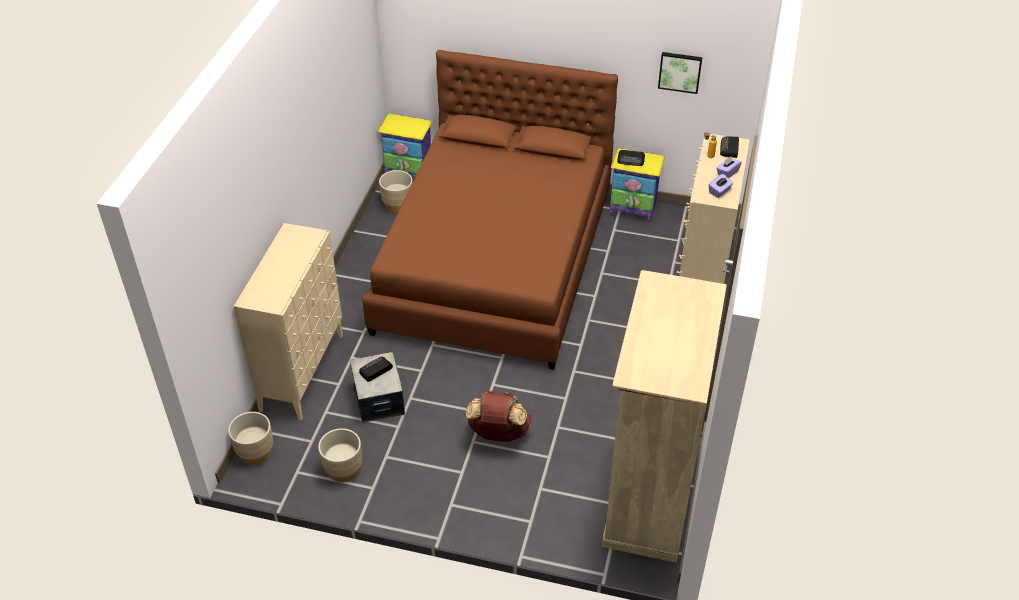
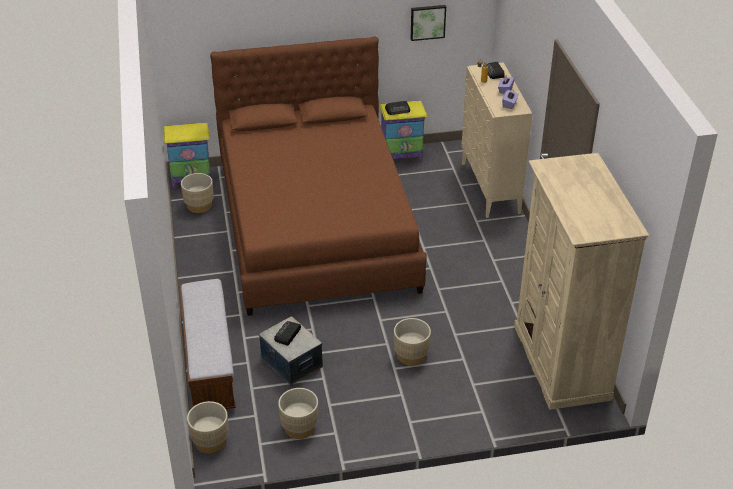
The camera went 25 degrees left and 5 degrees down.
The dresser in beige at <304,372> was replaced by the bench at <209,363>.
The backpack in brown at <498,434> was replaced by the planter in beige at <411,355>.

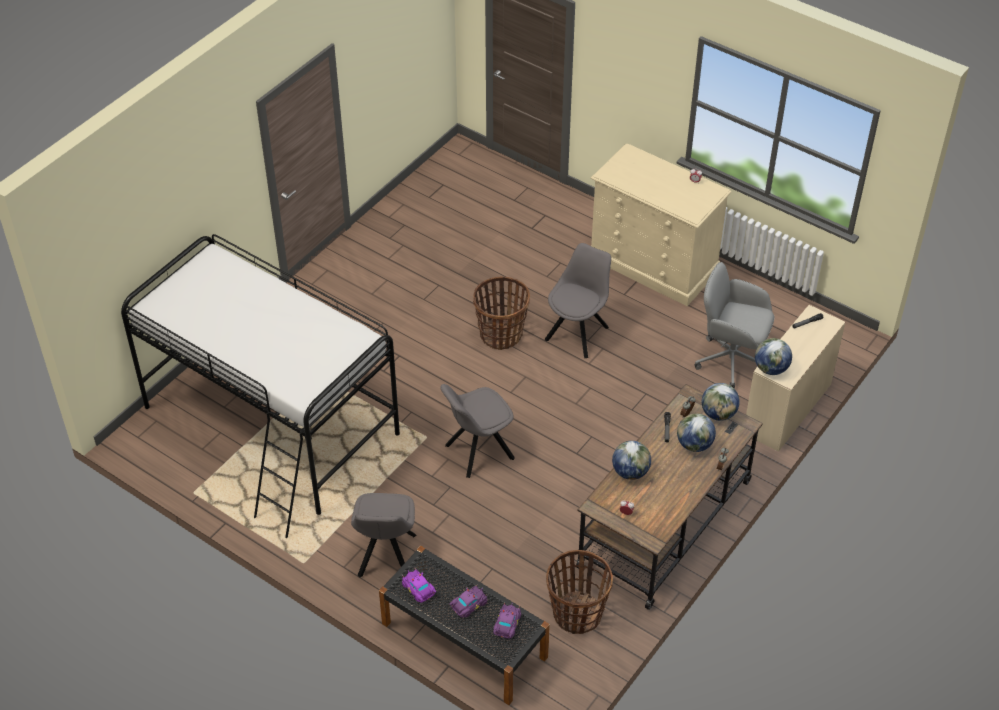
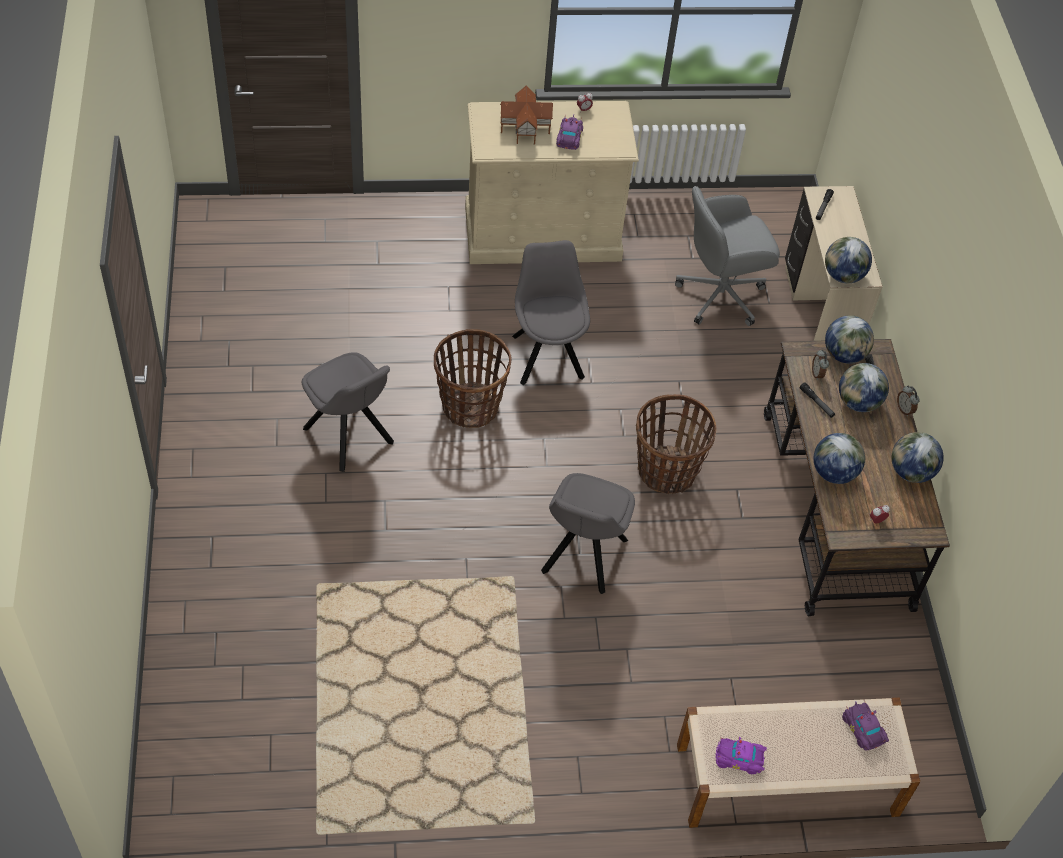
The camera went 45 degrees left and 5 degrees up.
The chair in grey moved from <386,556> to <349,436>.
The toy house at <524,128> appeared.
The toy car in purple moved from <468,605> to <568,138>.
The basket moved from <576,614> to <666,472>.
The bench in black at <463,641> became the bench in beige at <787,781>.
The globe at <910,472> appeared.
The bed in black at <272,423> disappeared.

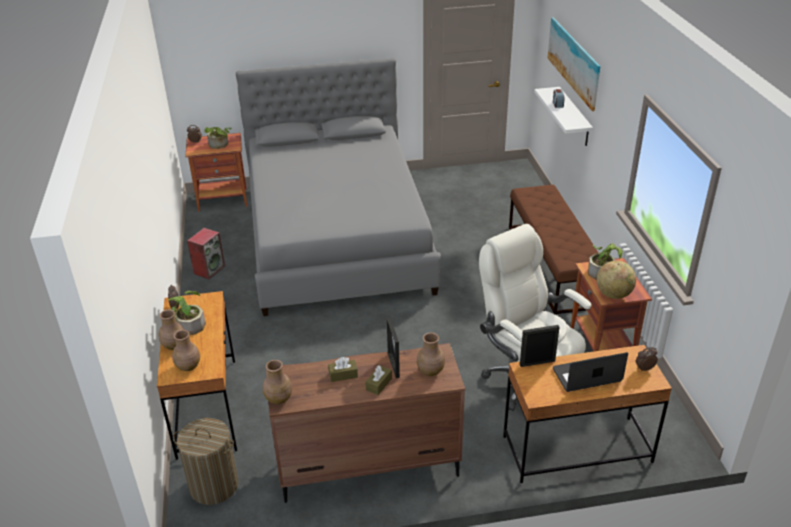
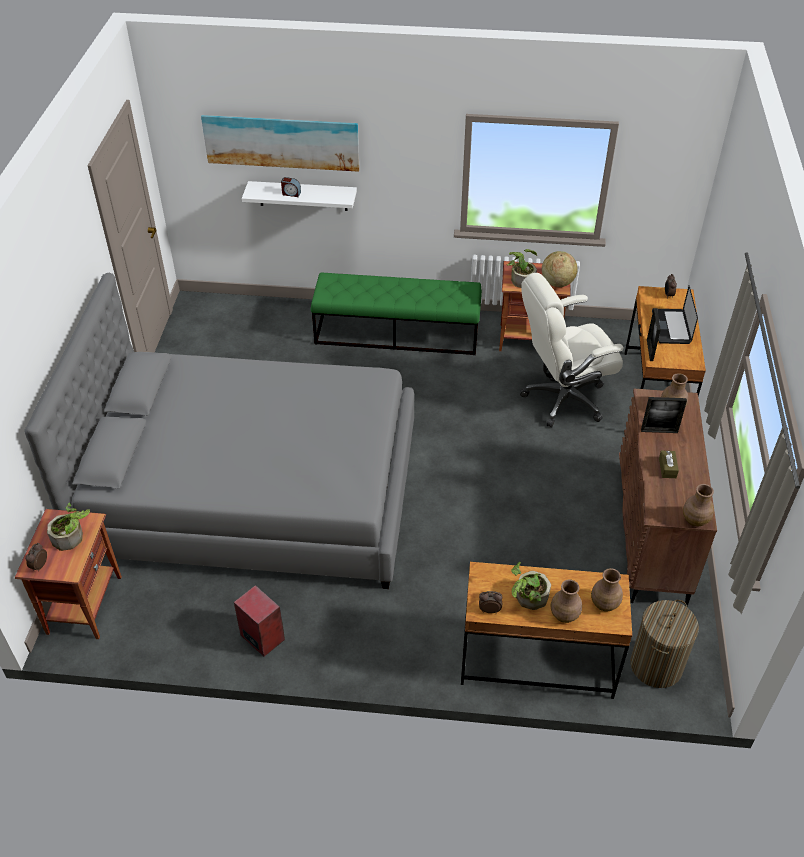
The camera went 75 degrees left and 10 degrees up.
The bench in brown at <552,265> became the bench in green at <397,333>.
The tissue box in brown at <379,384> disappeared.

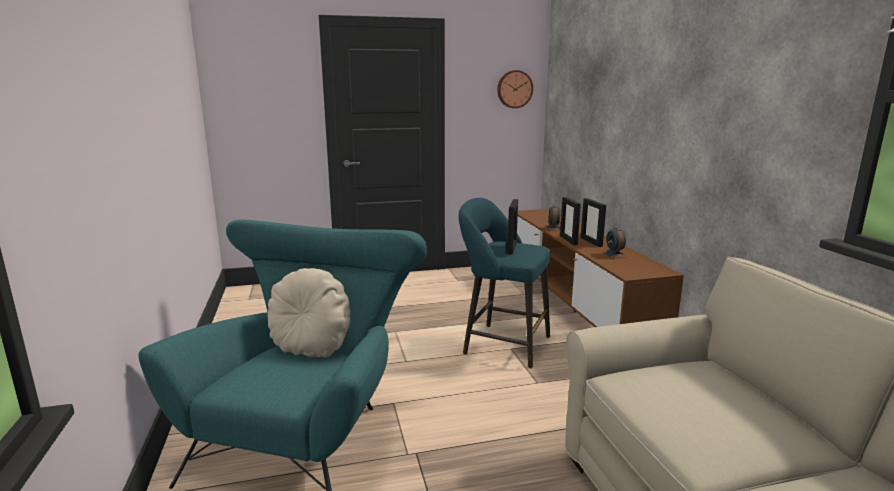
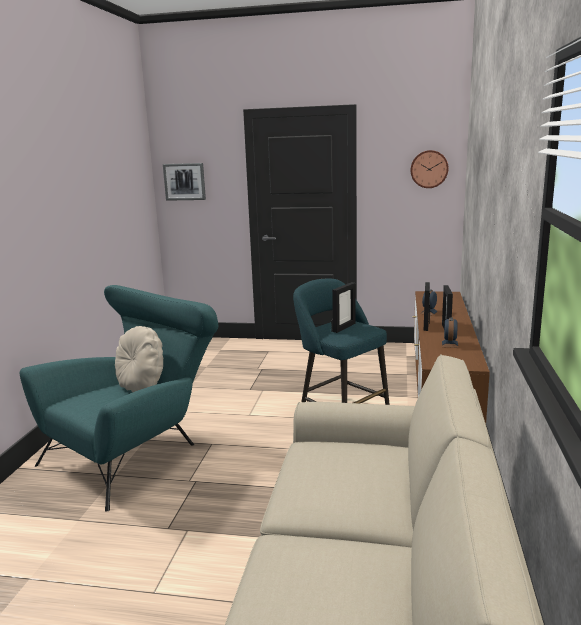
The camera went 25 degrees right and 0 degrees up.
The picture at <184,181> appeared.

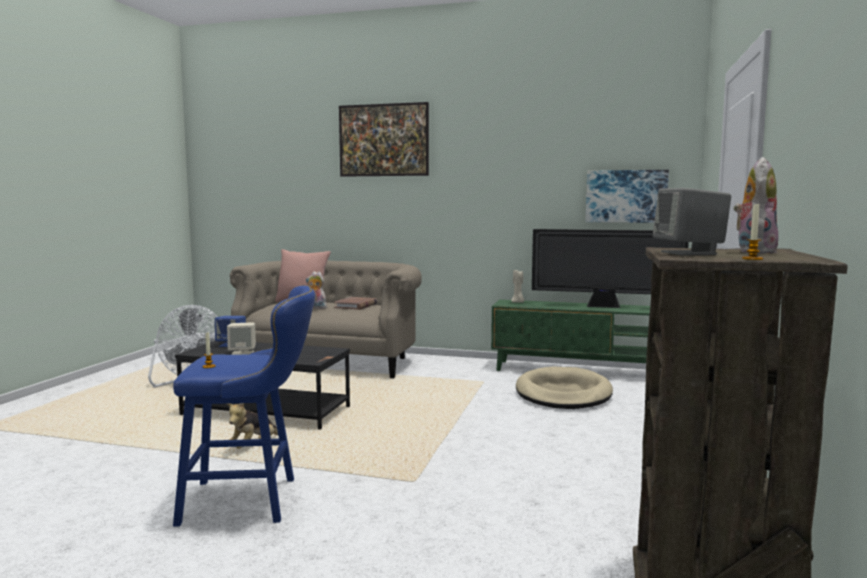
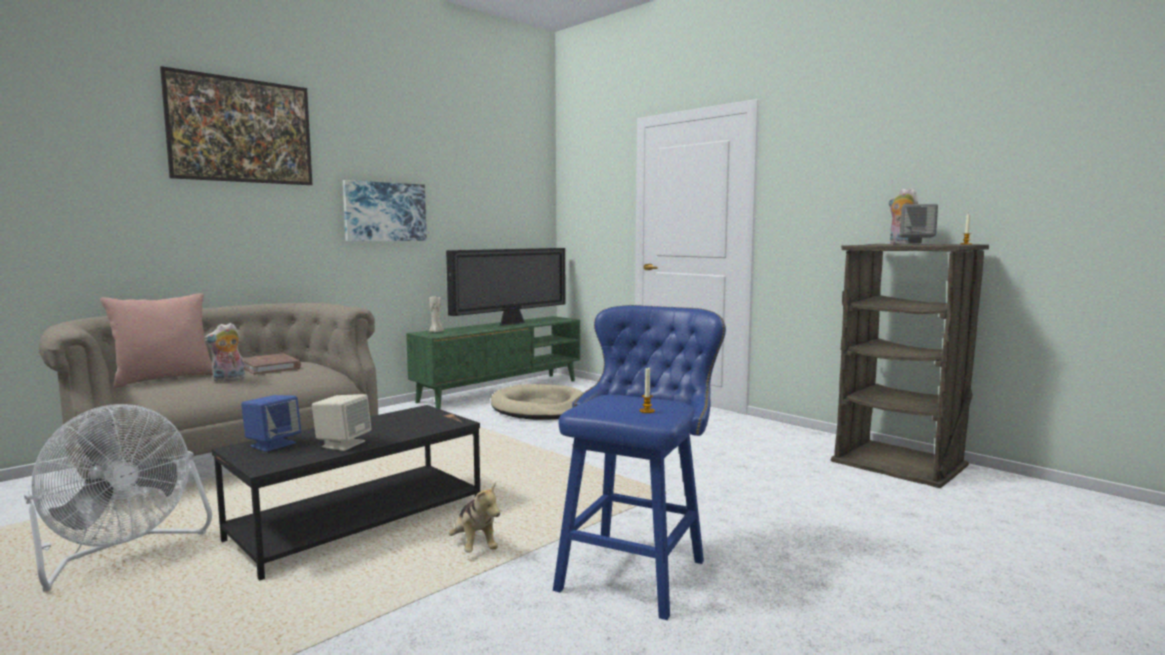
The camera went 60 degrees left and 0 degrees up.
The picture moved from <626,196> to <384,212>.

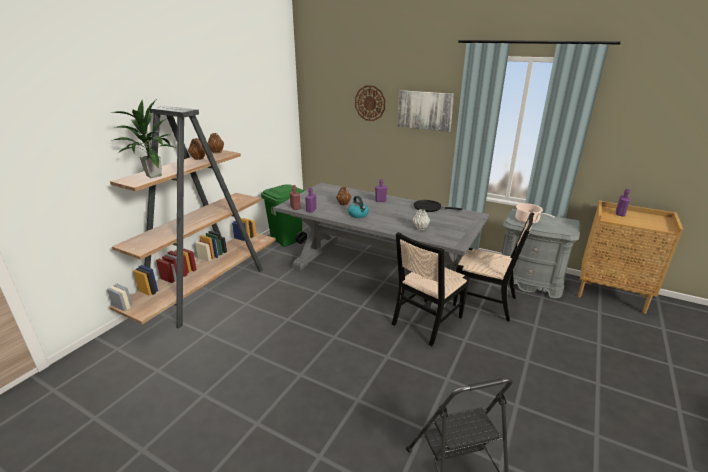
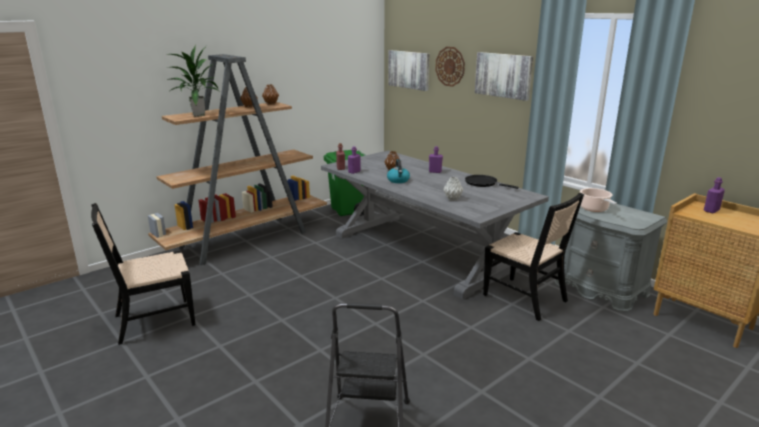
The camera went 20 degrees right and 5 degrees down.
The chair moved from <427,321> to <154,321>.
The picture at <409,69> appeared.

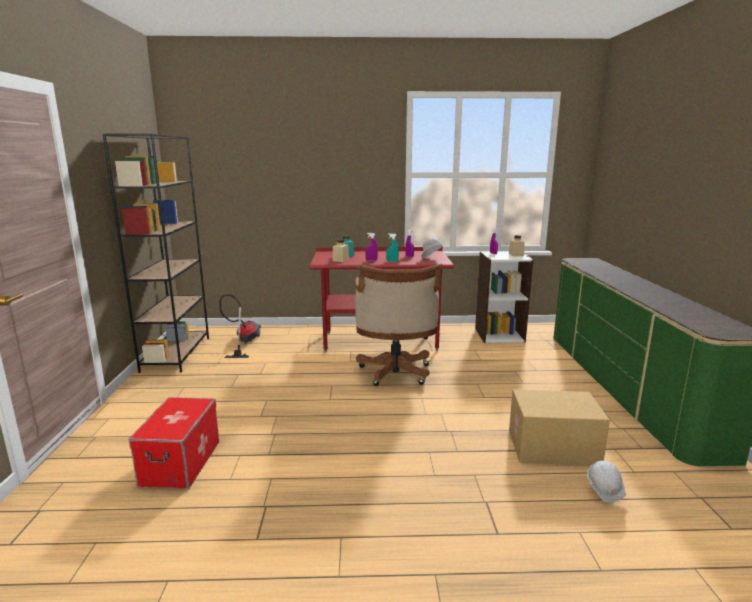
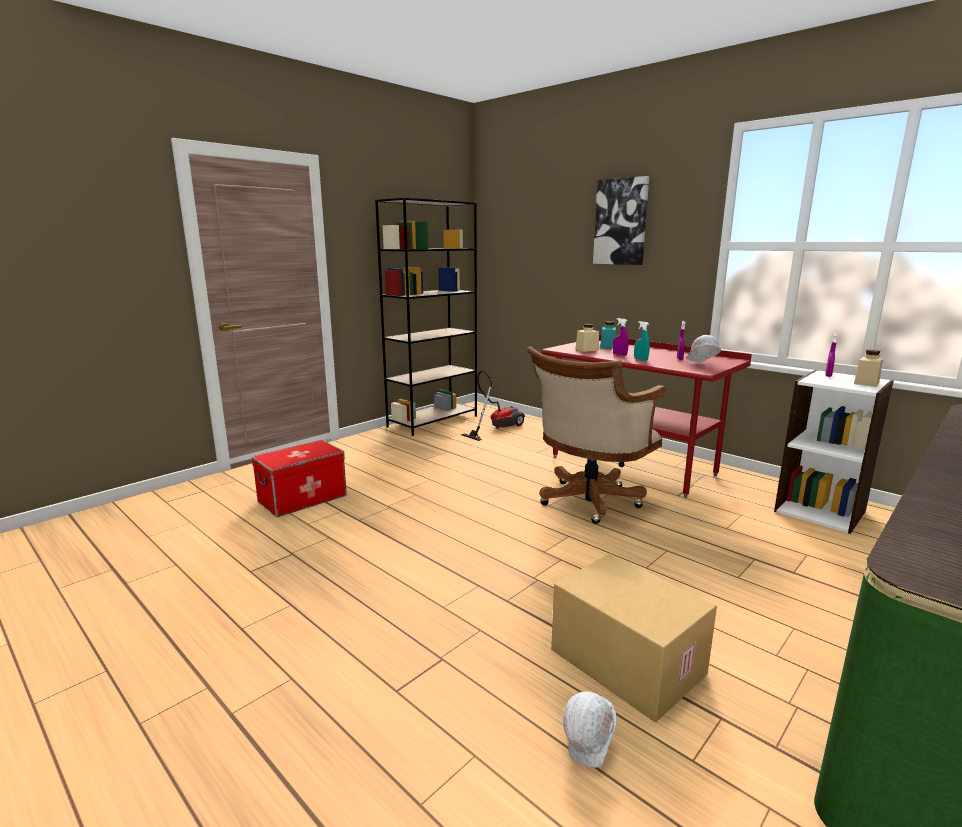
The camera went 45 degrees right and 0 degrees up.
The picture at <621,222> appeared.

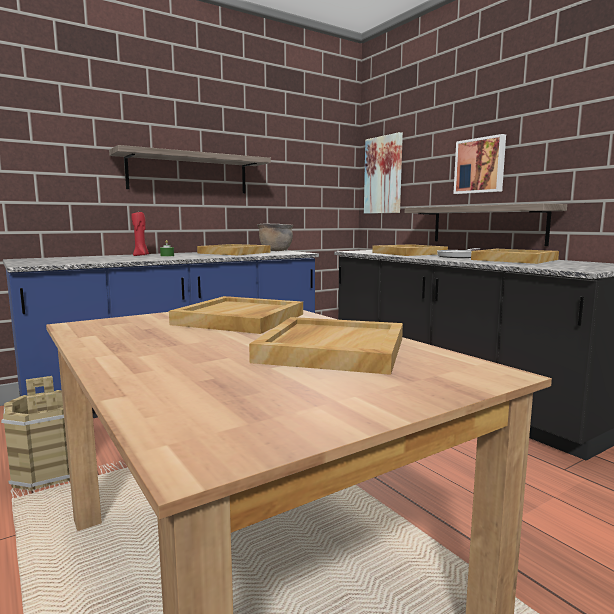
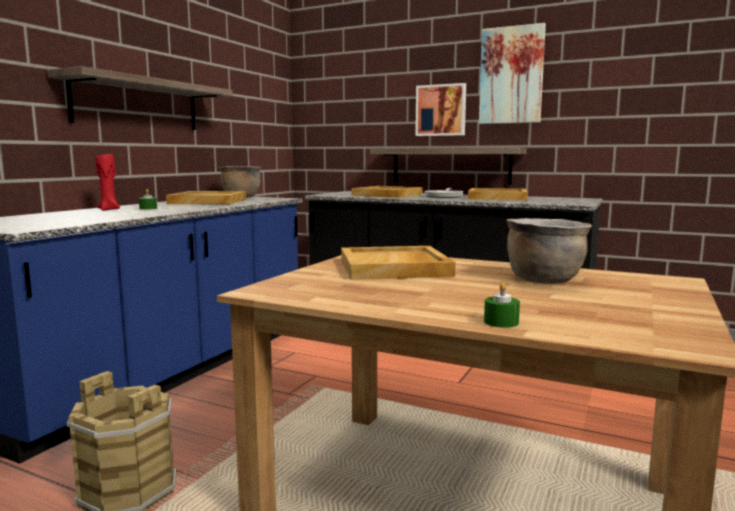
The camera went 30 degrees left and 0 degrees up.
The picture moved from <383,175> to <511,75>.
The candle in green at <501,322> appeared.
The tray in beige at <331,349> was replaced by the cooking pot in brown at <544,280>.

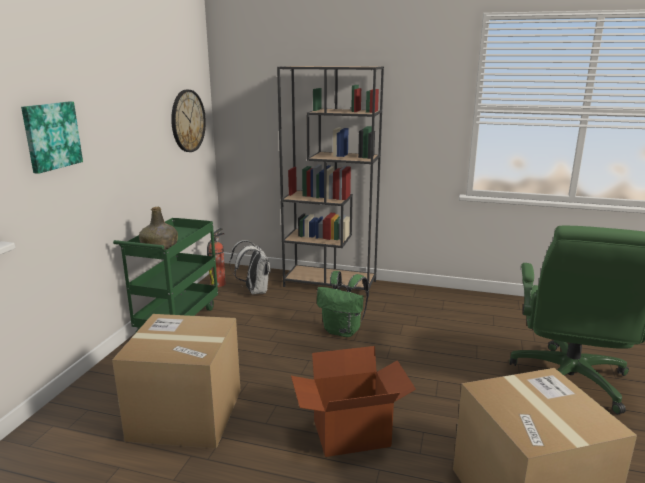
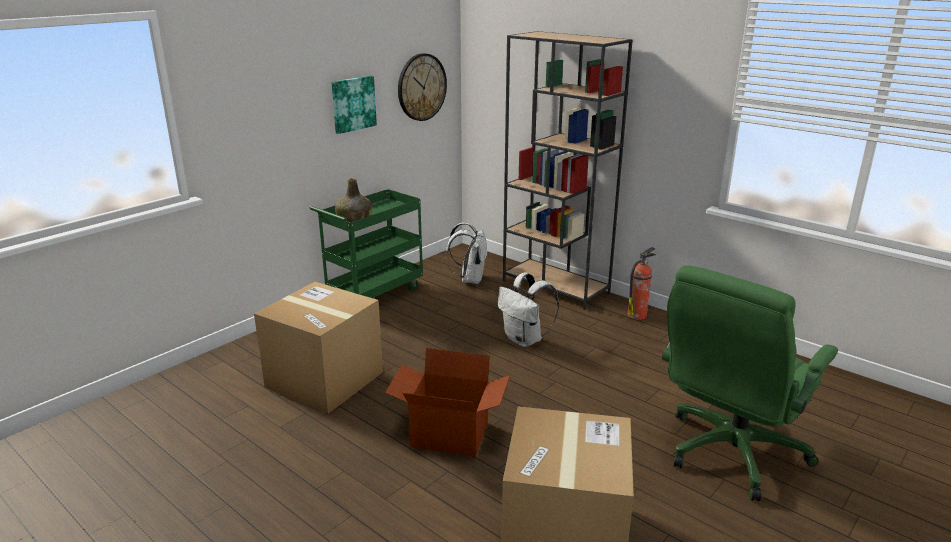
The camera went 25 degrees right and 5 degrees up.
The picture moved from <51,136> to <353,104>.
The backpack in green at <343,331> became the backpack in white at <525,340>.
The fire extinguisher moved from <218,284> to <637,315>.

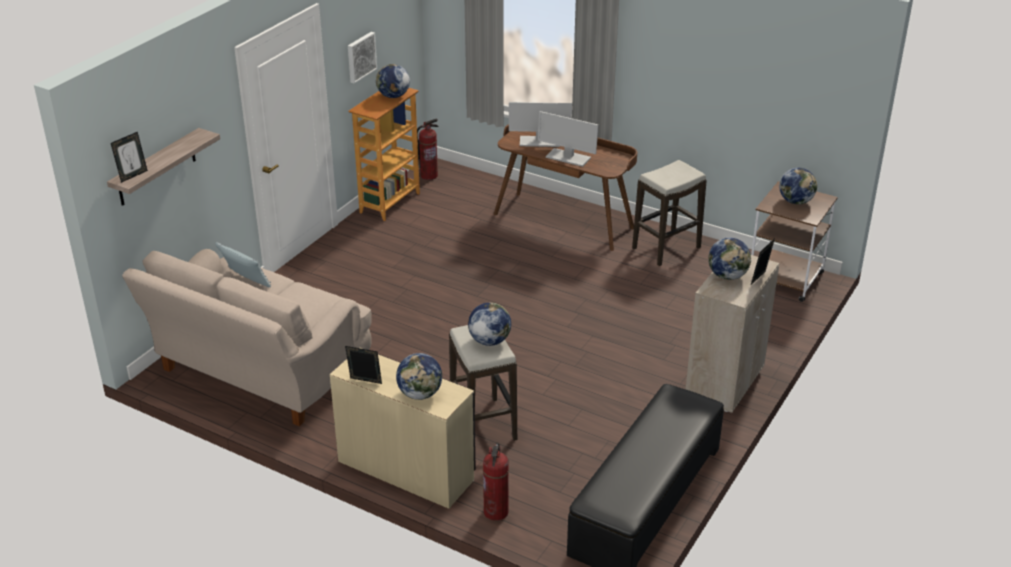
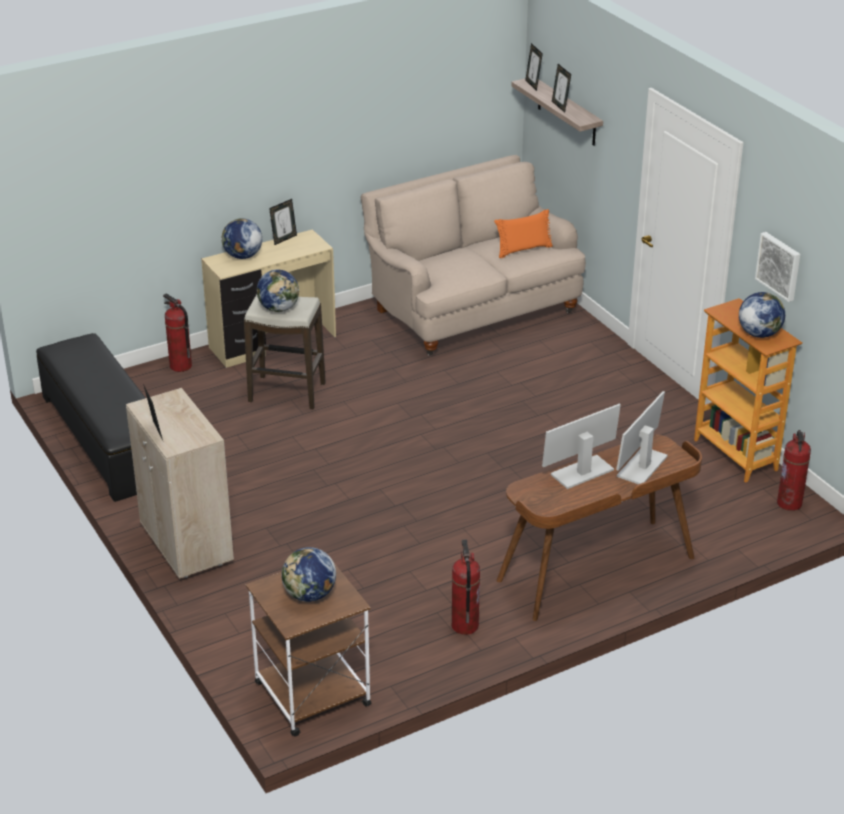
The camera went 120 degrees right and 0 degrees up.
The stool at <666,248> was replaced by the fire extinguisher at <465,626>.
The pillow in blue at <245,280> became the pillow in orange at <523,250>.
The picture frame at <560,106> appeared.
The globe at <727,276> disappeared.

